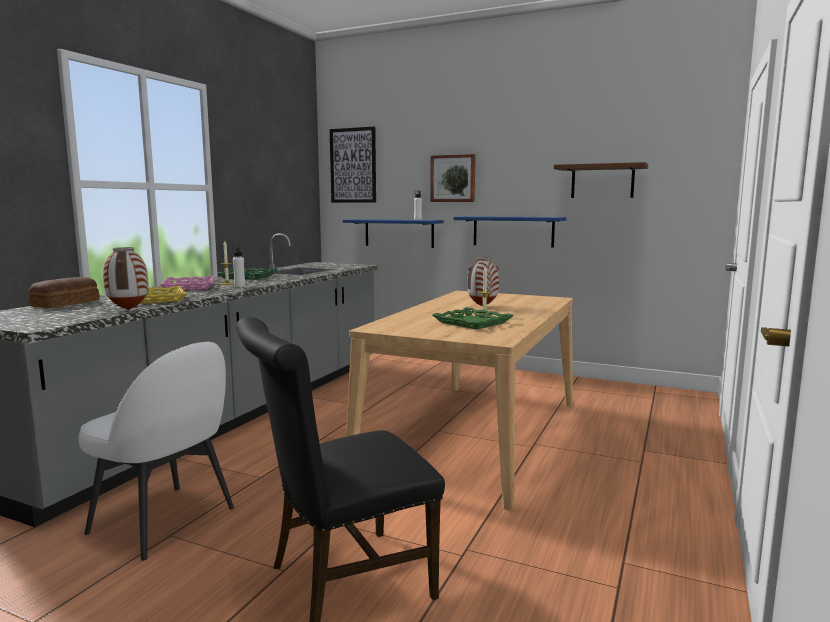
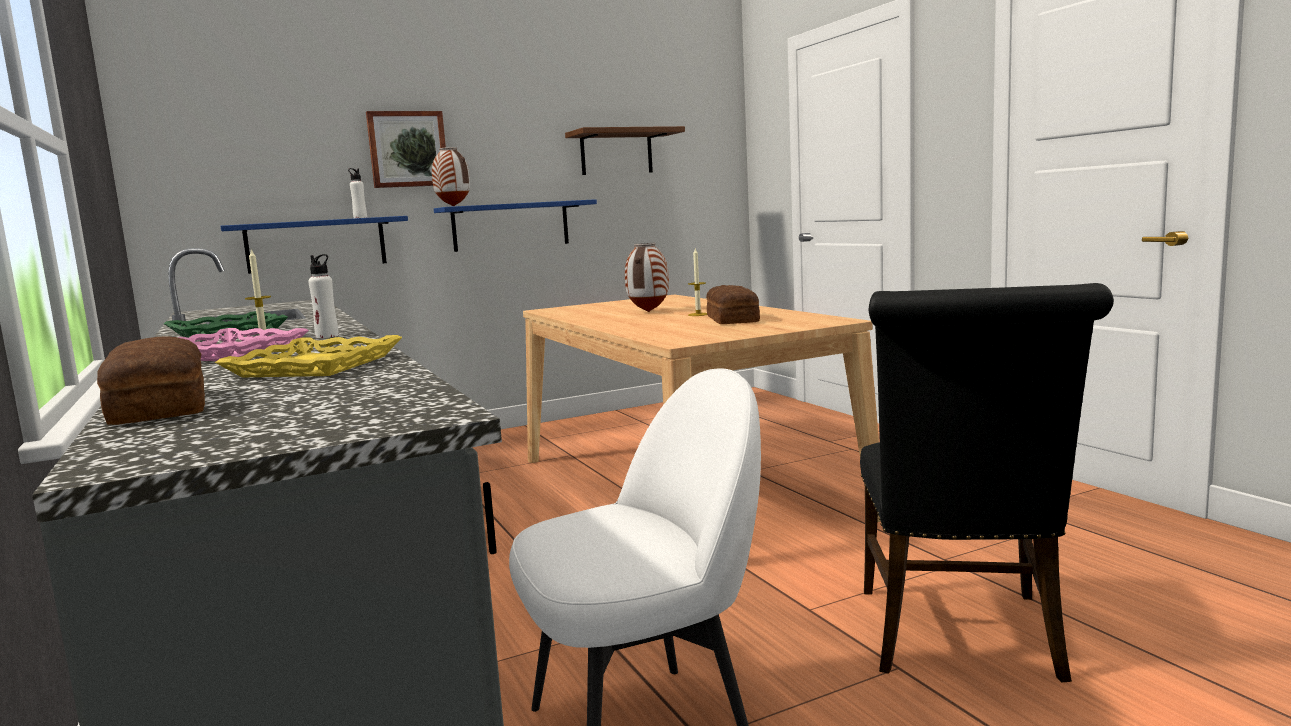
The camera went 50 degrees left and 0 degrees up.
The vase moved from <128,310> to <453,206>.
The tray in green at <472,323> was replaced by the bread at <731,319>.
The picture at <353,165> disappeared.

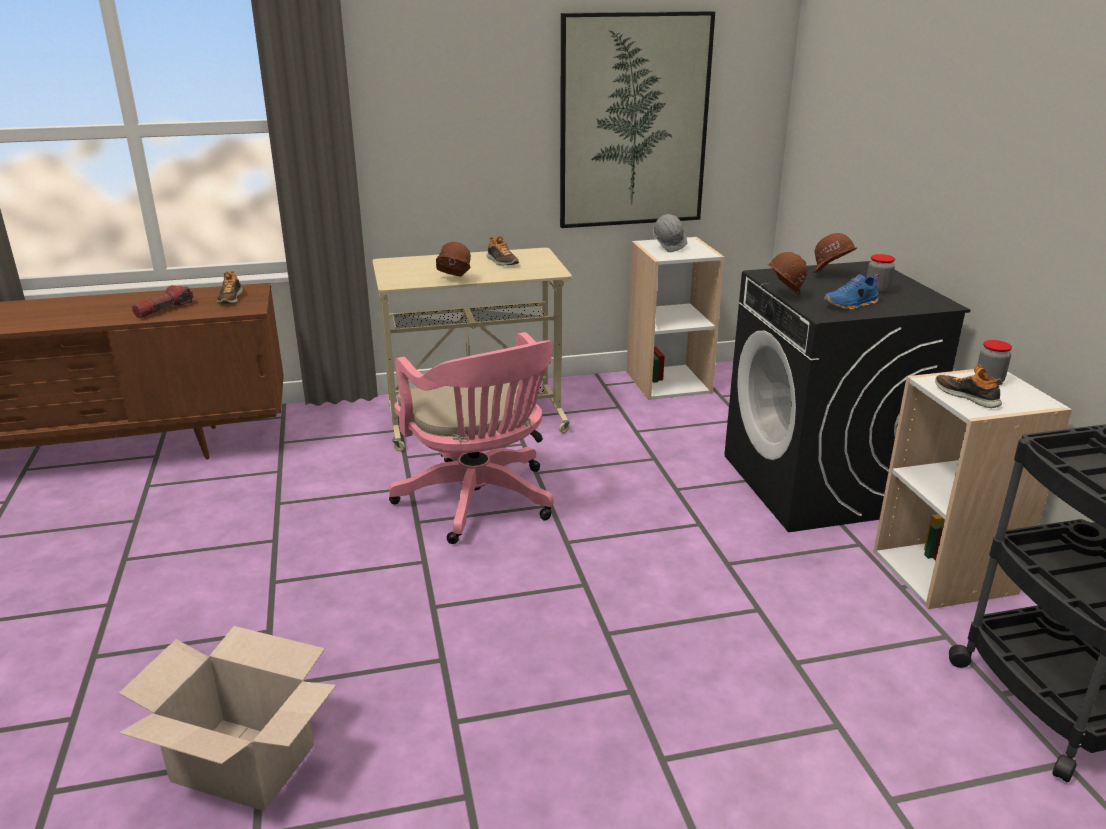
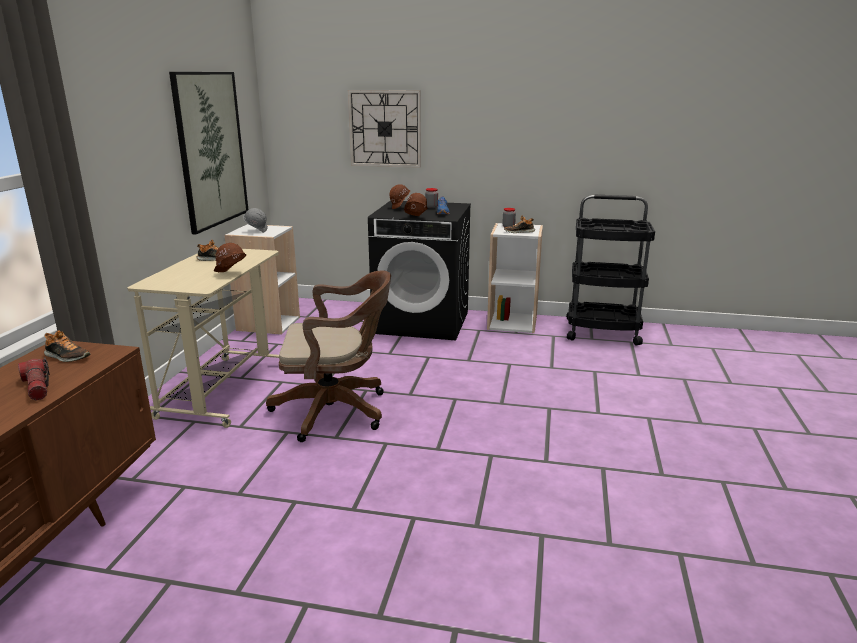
The camera went 65 degrees left and 5 degrees down.
The office chair in pink at <479,502> became the office chair in brown at <337,411>.
The wall clock at <385,129> appeared.
The cardboard box at <242,764> disappeared.

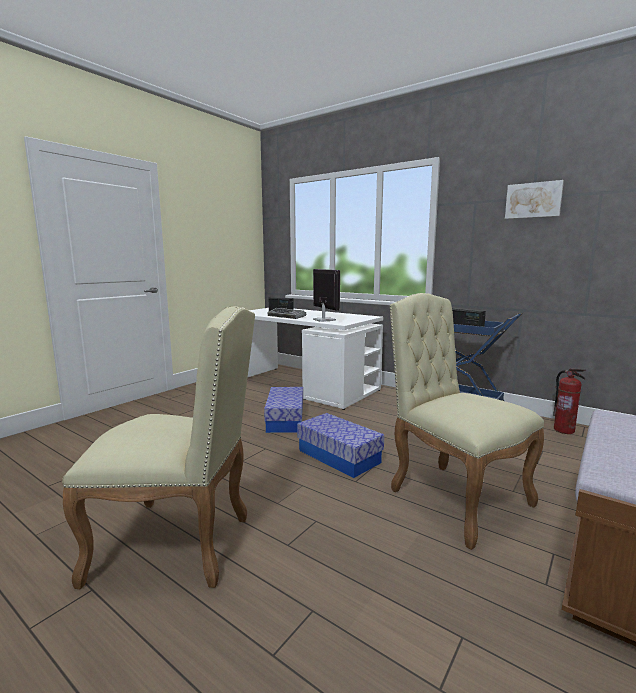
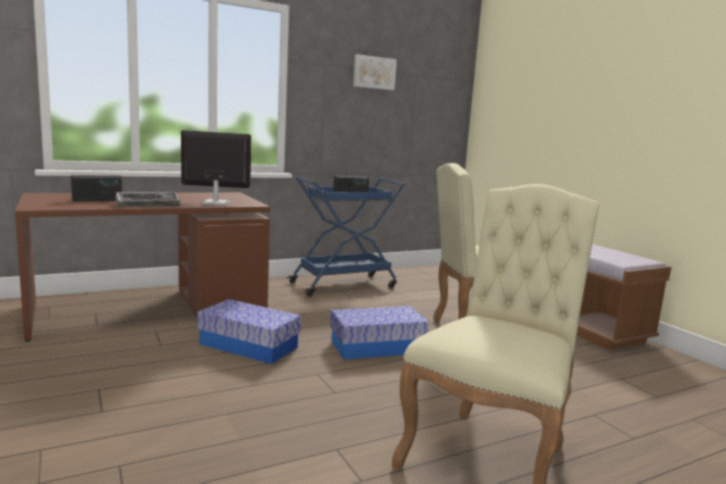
The camera went 65 degrees left and 0 degrees up.
The desk in white at <304,386> became the desk in brown at <150,309>.
The fire extinguisher at <564,430> disappeared.

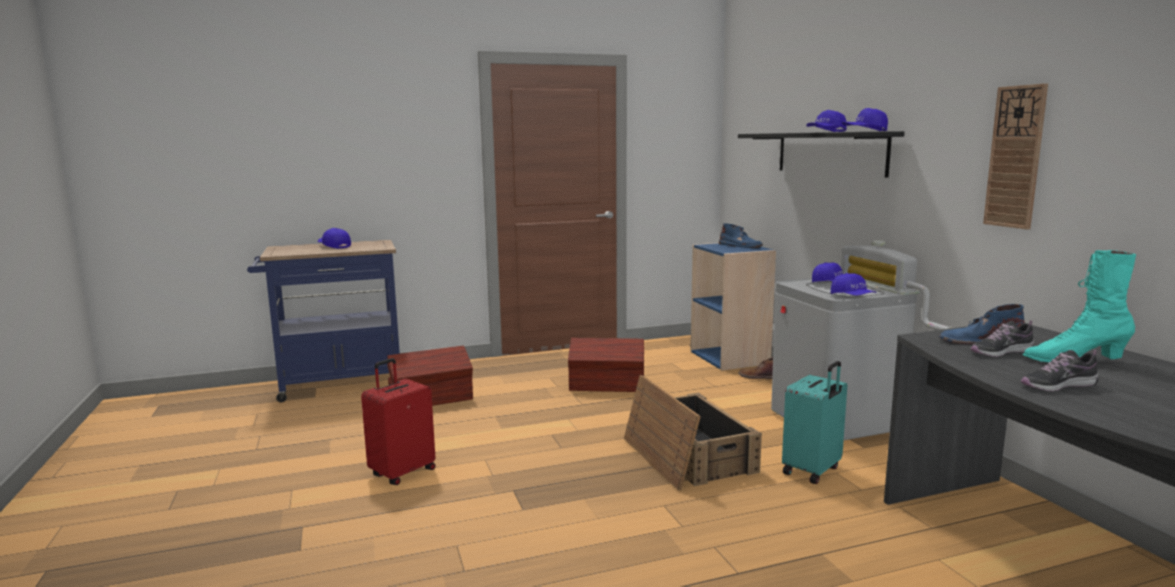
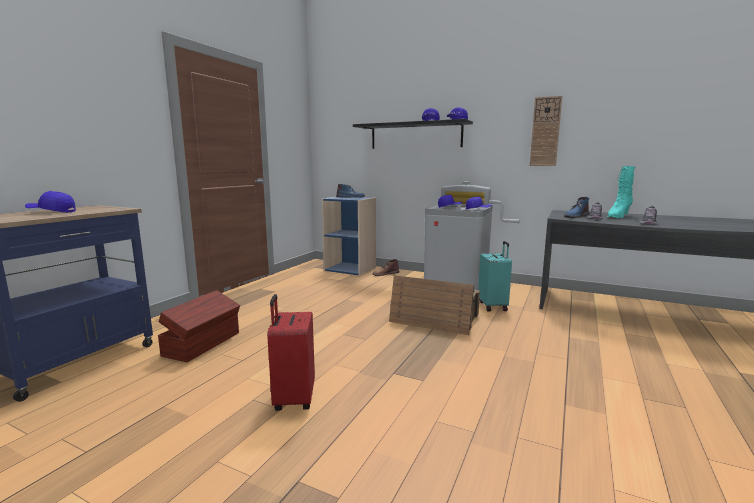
The camera went 45 degrees left and 0 degrees up.
The storage box in brown at <607,386> disappeared.

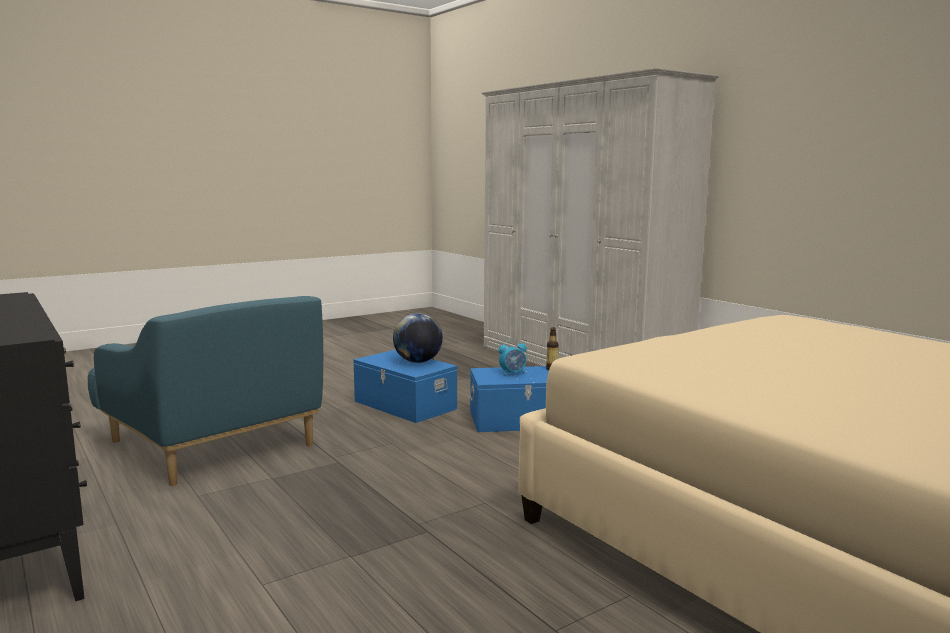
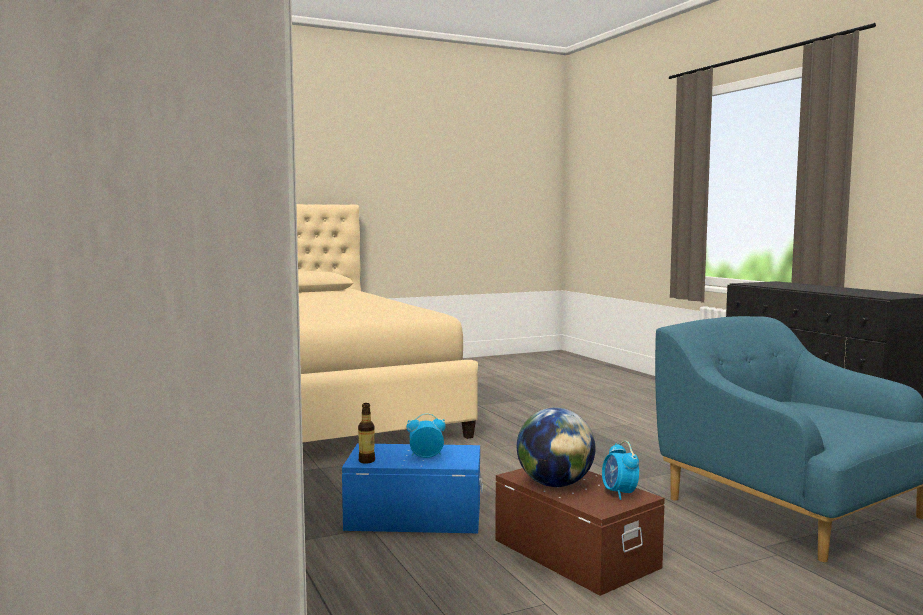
The camera went 170 degrees left and 5 degrees down.
The storage box in blue at <404,405> became the storage box in brown at <576,552>.
The alarm clock at <619,493> appeared.

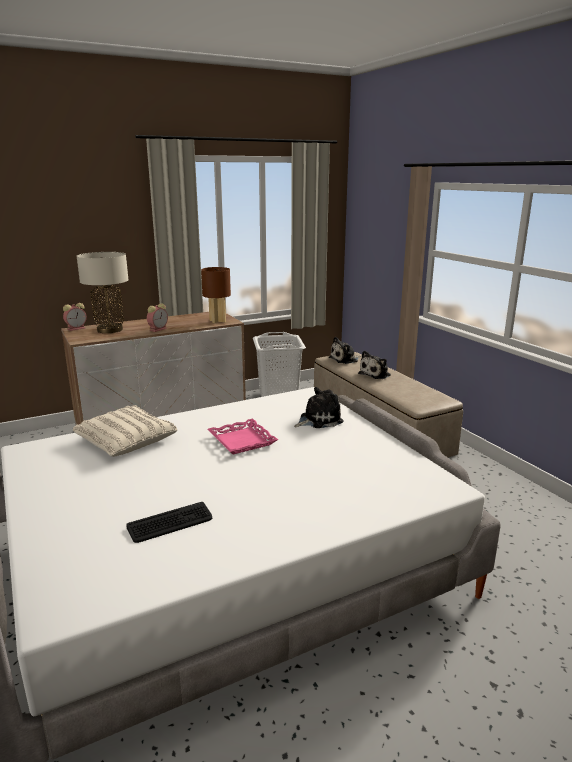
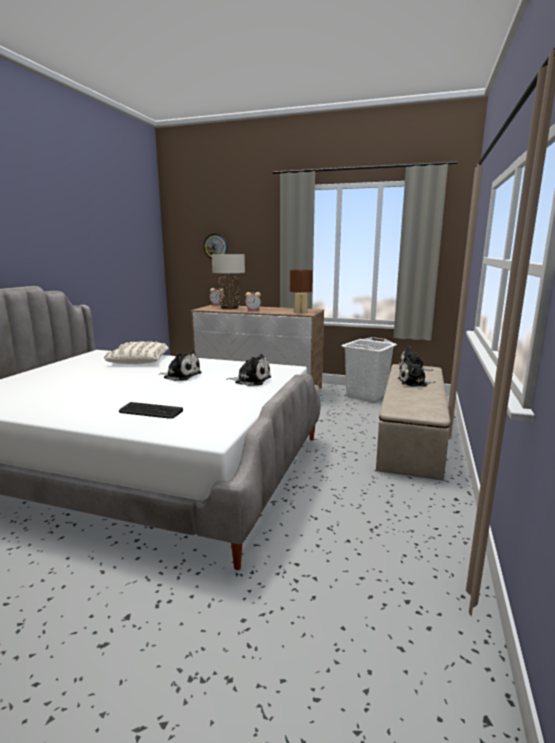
The camera went 45 degrees right and 5 degrees down.
The keyboard moved from <170,523> to <150,411>.
The tray in pink at <241,441> was replaced by the plush toy at <181,376>.
The wall clock at <215,246> appeared.

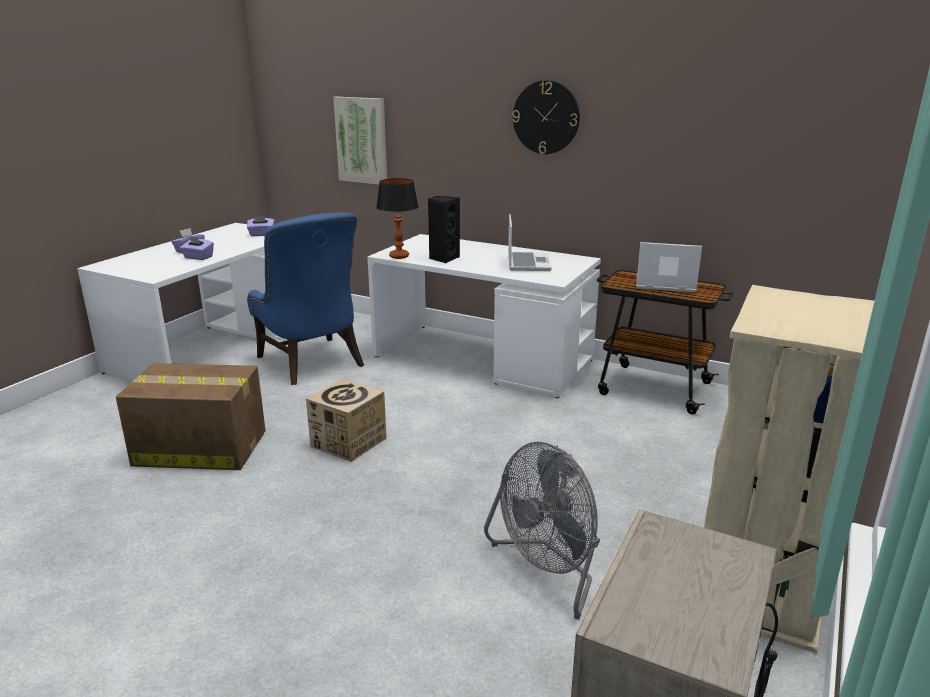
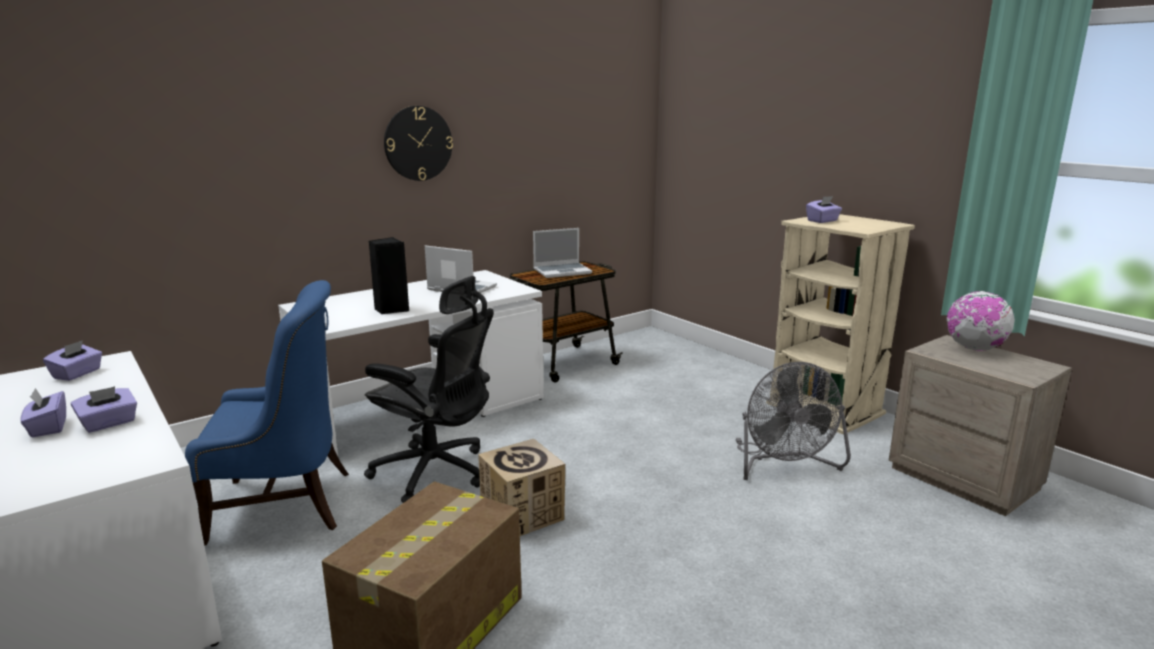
The camera went 65 degrees left and 5 degrees down.
The office chair at <436,474> appeared.
The laptop at <664,284> turned 150 degrees counterclockwise.
The tissue box in purple at <822,221> appeared.
The globe at <974,348> appeared.
The picture at <362,140> disappeared.
The table lamp at <399,256> disappeared.

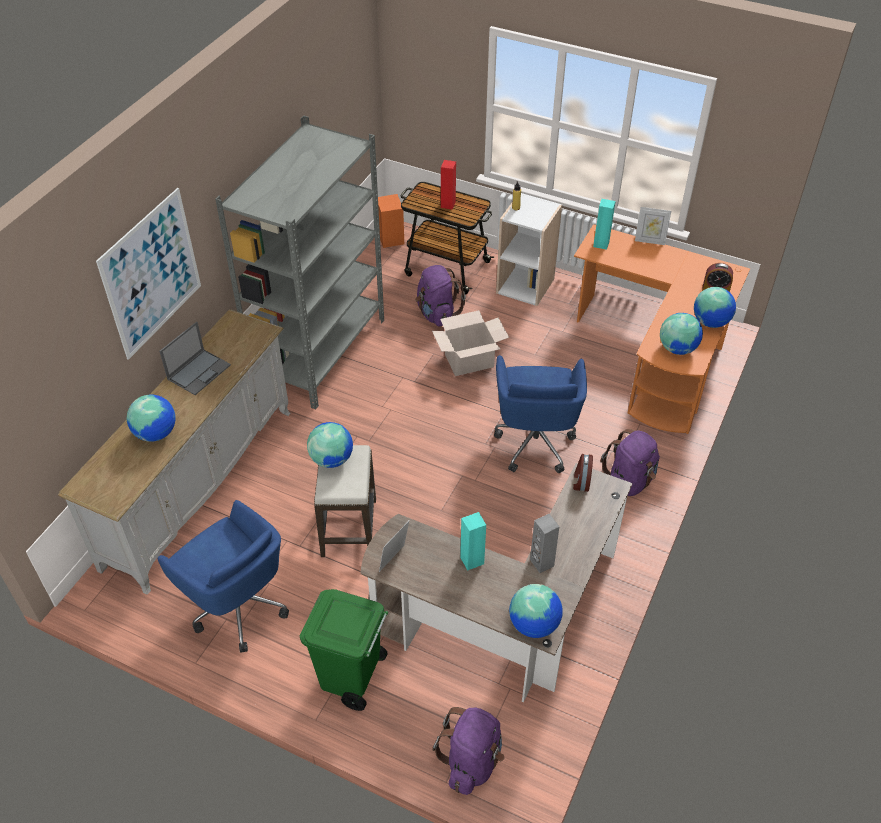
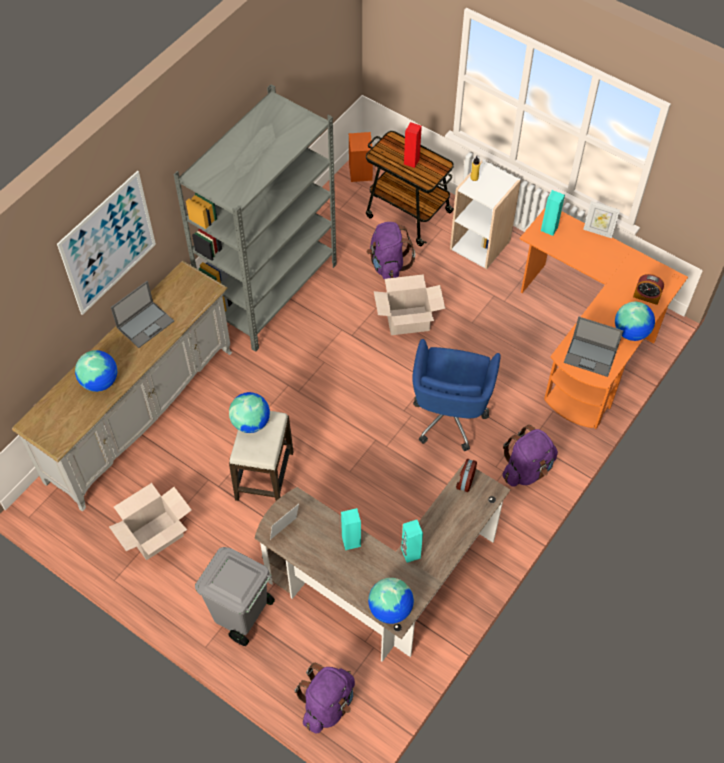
The camera went 10 degrees right and 10 degrees up.
The office chair in blue at <237,608> was replaced by the cardboard box at <156,536>.
The trash can in green at <351,678> became the trash can in grey at <241,615>.
The speaker in grey at <541,563> became the speaker in turquoise at <410,553>.
The globe at <677,348> was replaced by the laptop at <591,356>.

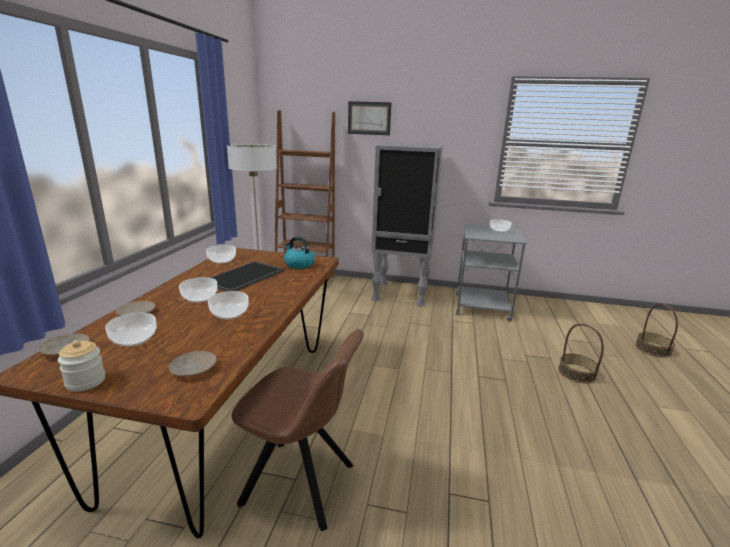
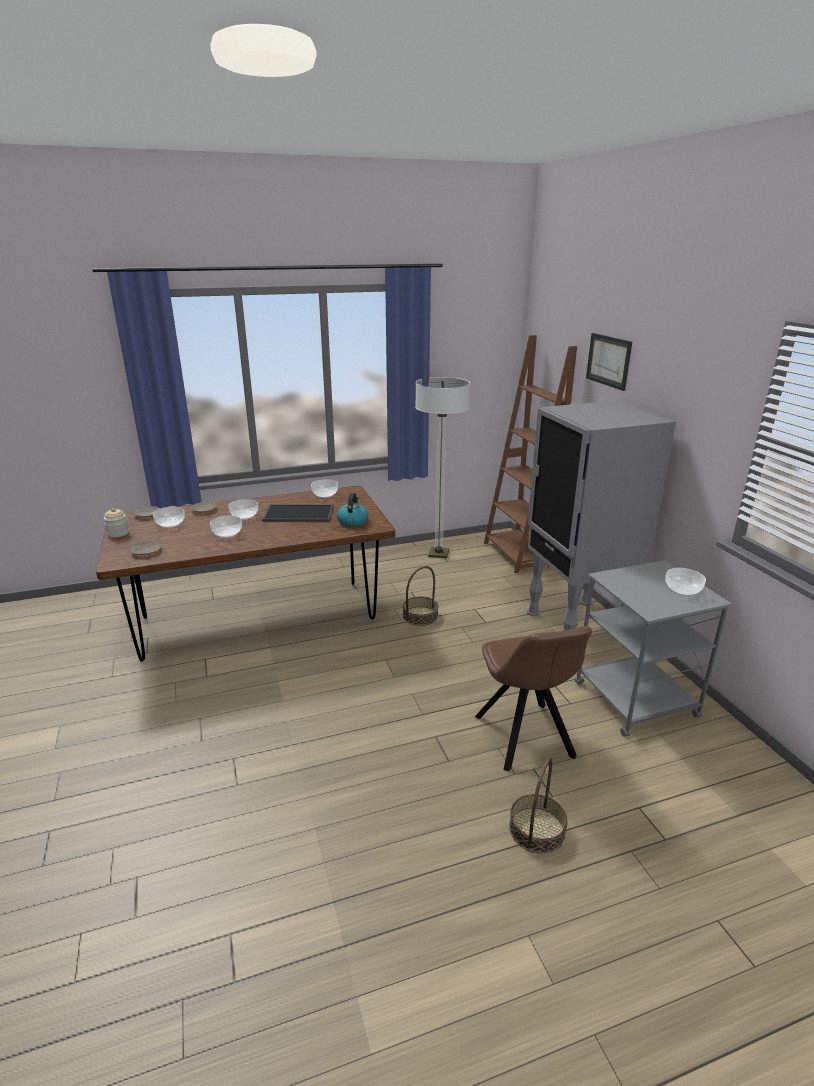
The camera went 60 degrees right and 5 degrees up.
The basket moved from <653,349> to <420,616>.
The chair in brown moved from <300,483> to <525,736>.

